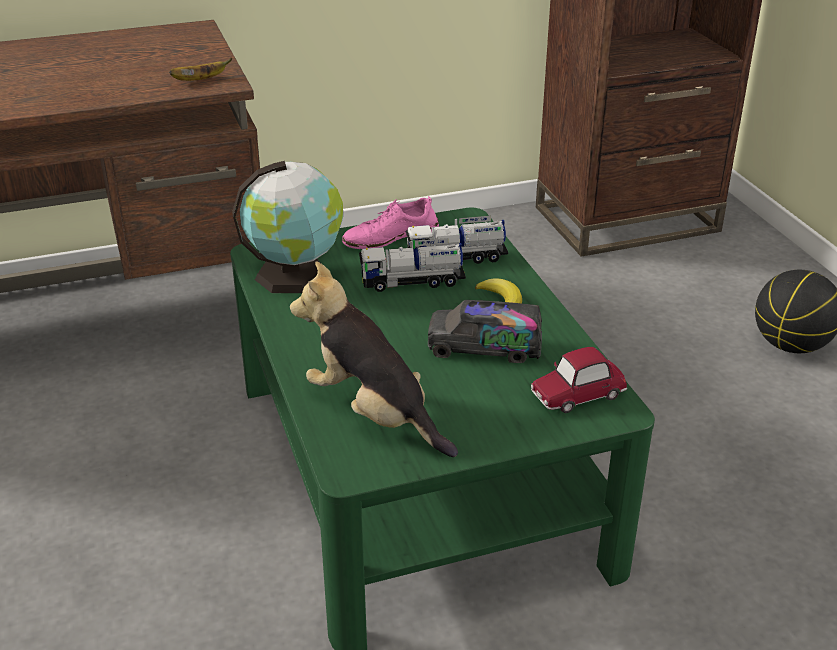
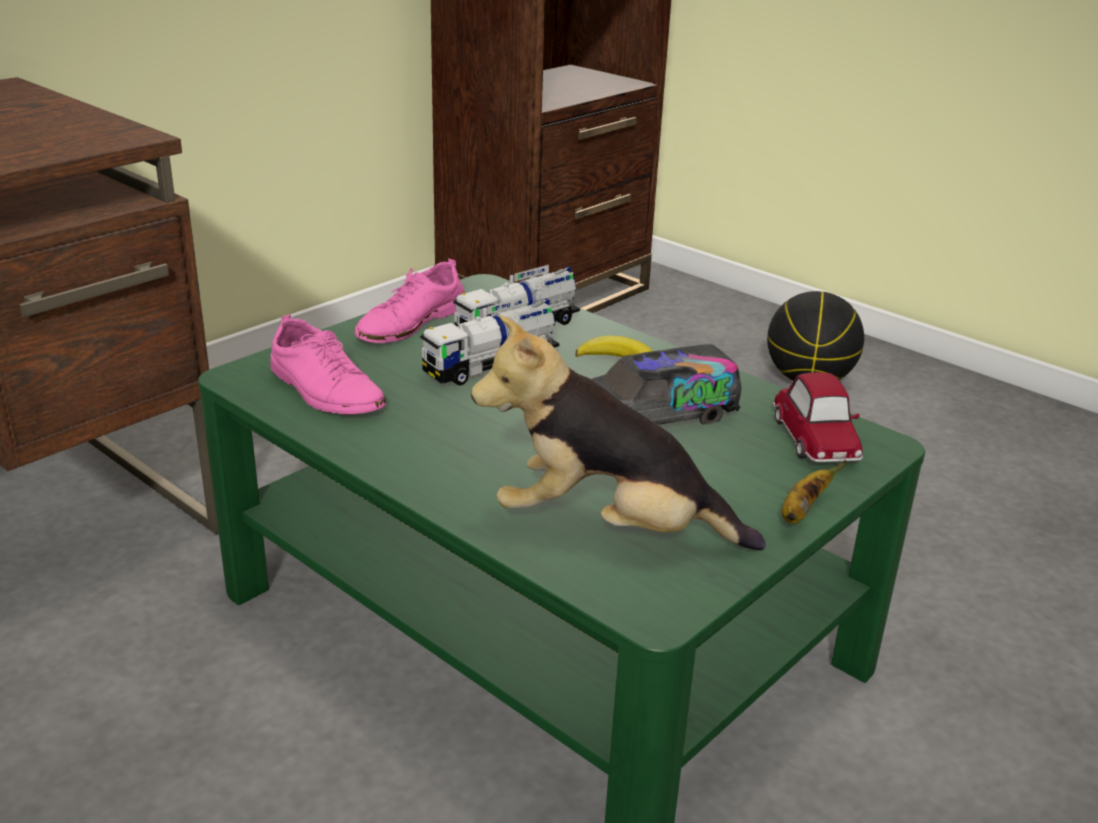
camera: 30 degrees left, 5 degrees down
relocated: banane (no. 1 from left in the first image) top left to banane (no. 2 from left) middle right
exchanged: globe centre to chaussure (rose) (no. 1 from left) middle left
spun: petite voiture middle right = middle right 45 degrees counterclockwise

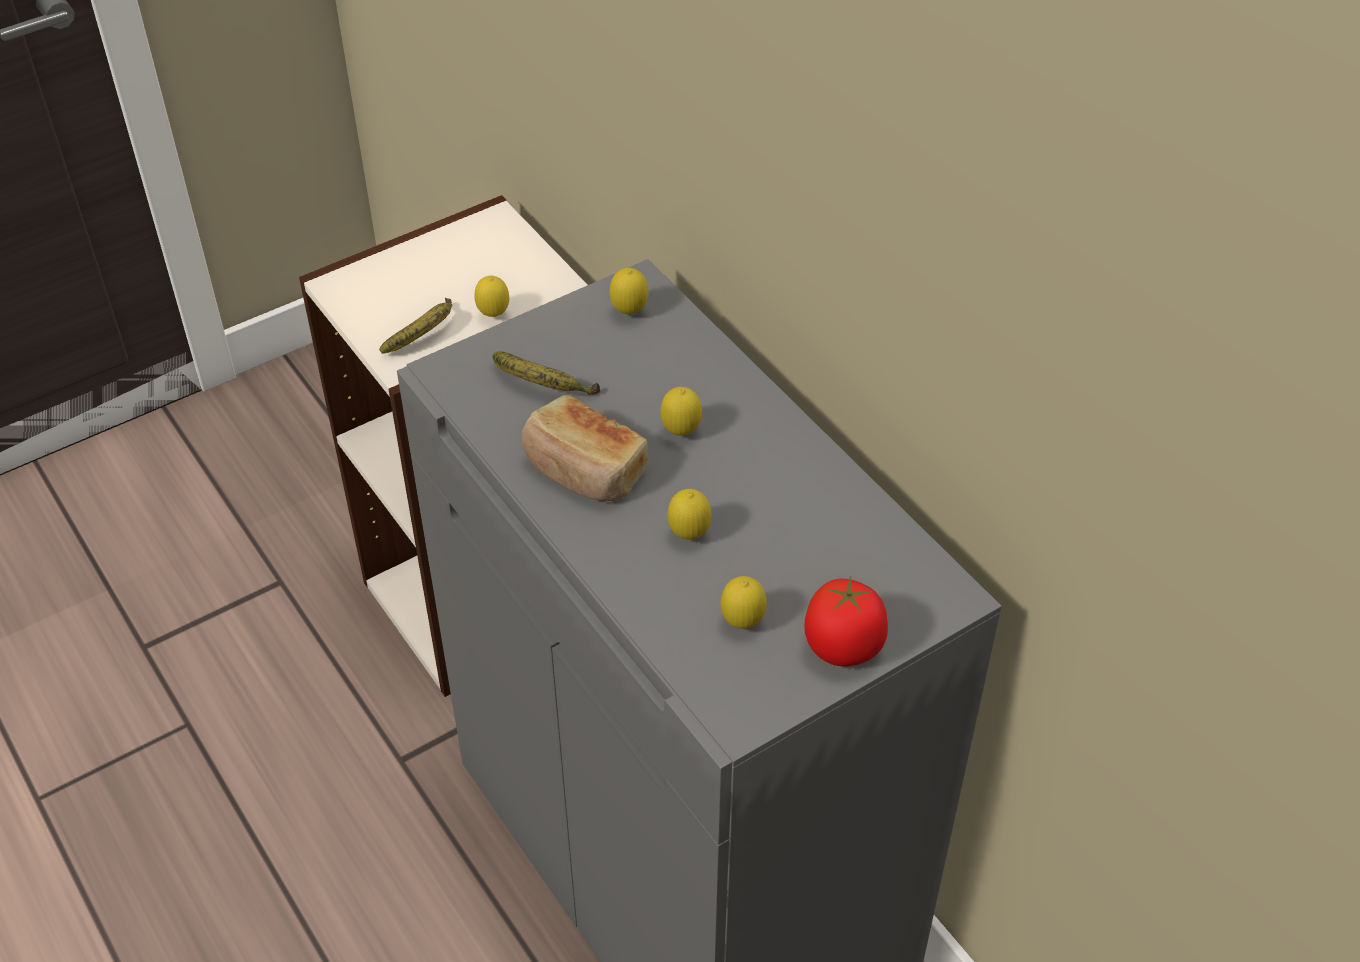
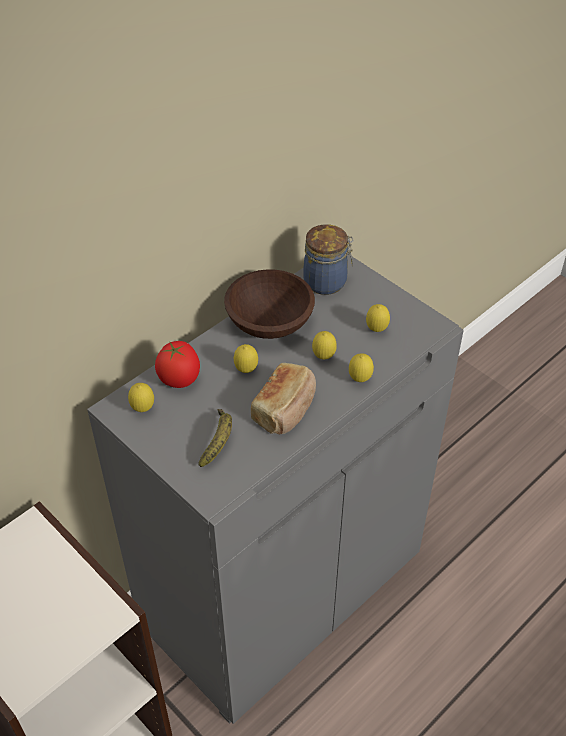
camera: 100 degrees left, 0 degrees up
missing: banane (no. 1 from left) middle left
appeared: bol (marron) centre; bocal centre
relocated: citron (no. 1 from left in the first image) top centre to citron (no. 4 from left) centre; tomate centre to middle left

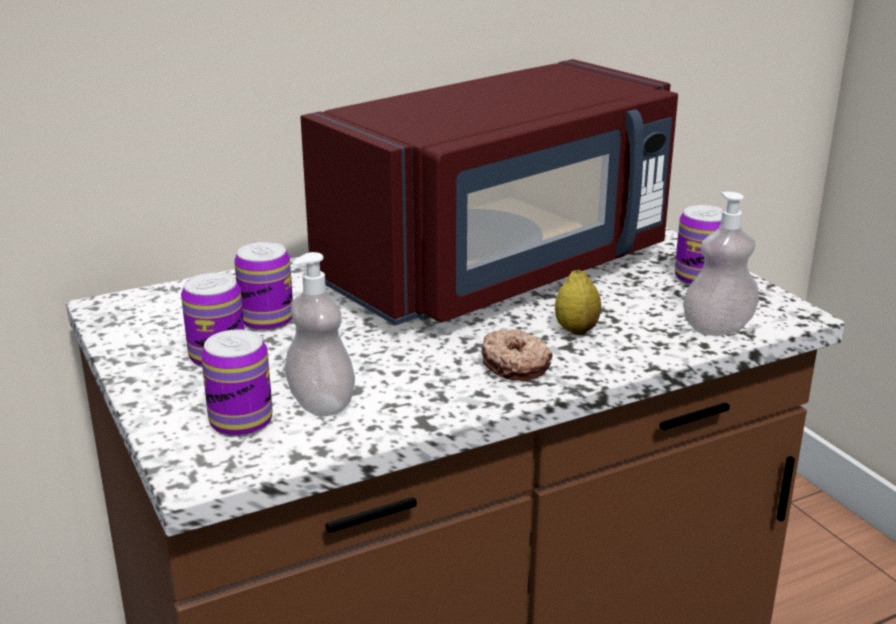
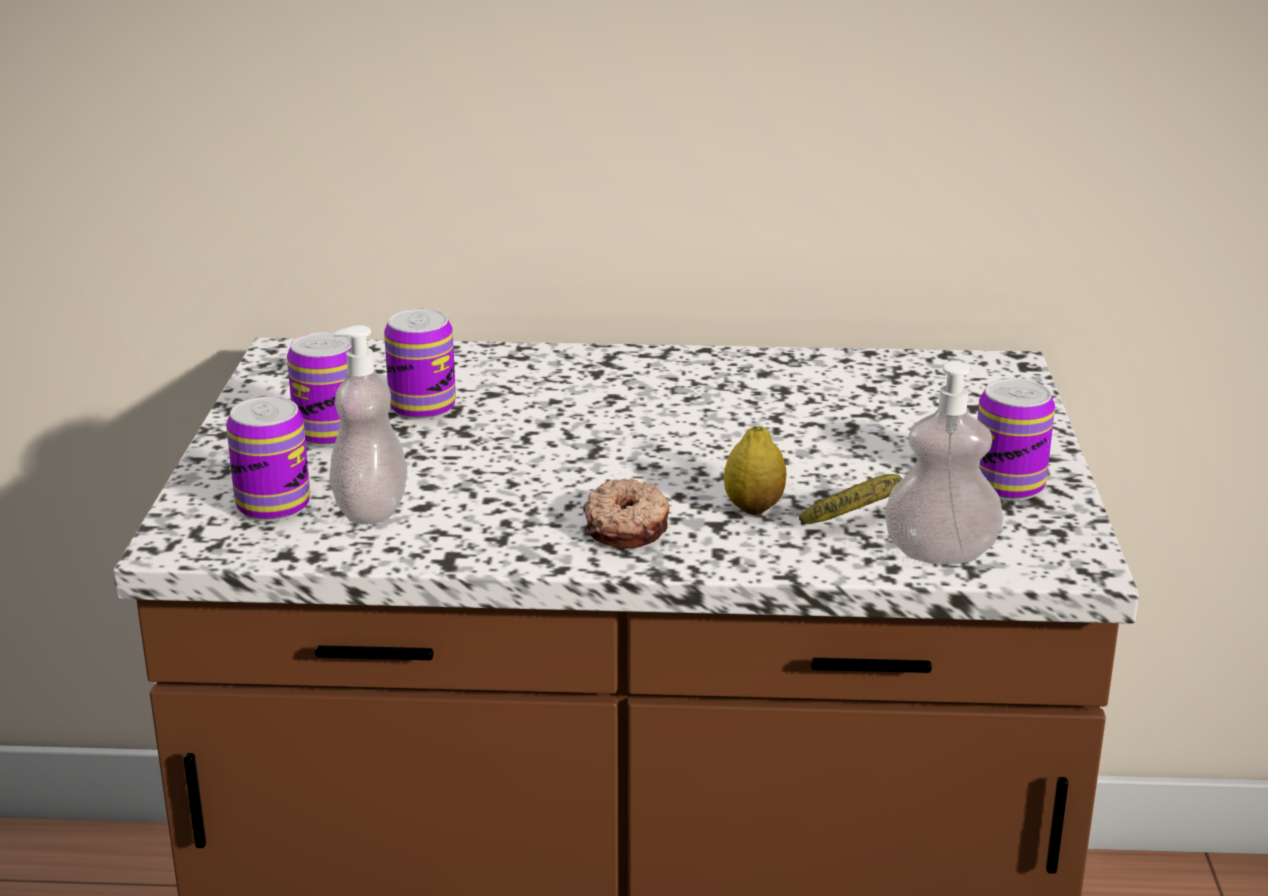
camera: 30 degrees right, 0 degrees up
missing: micro-ondes (rouge) top centre
appeared: banane middle right

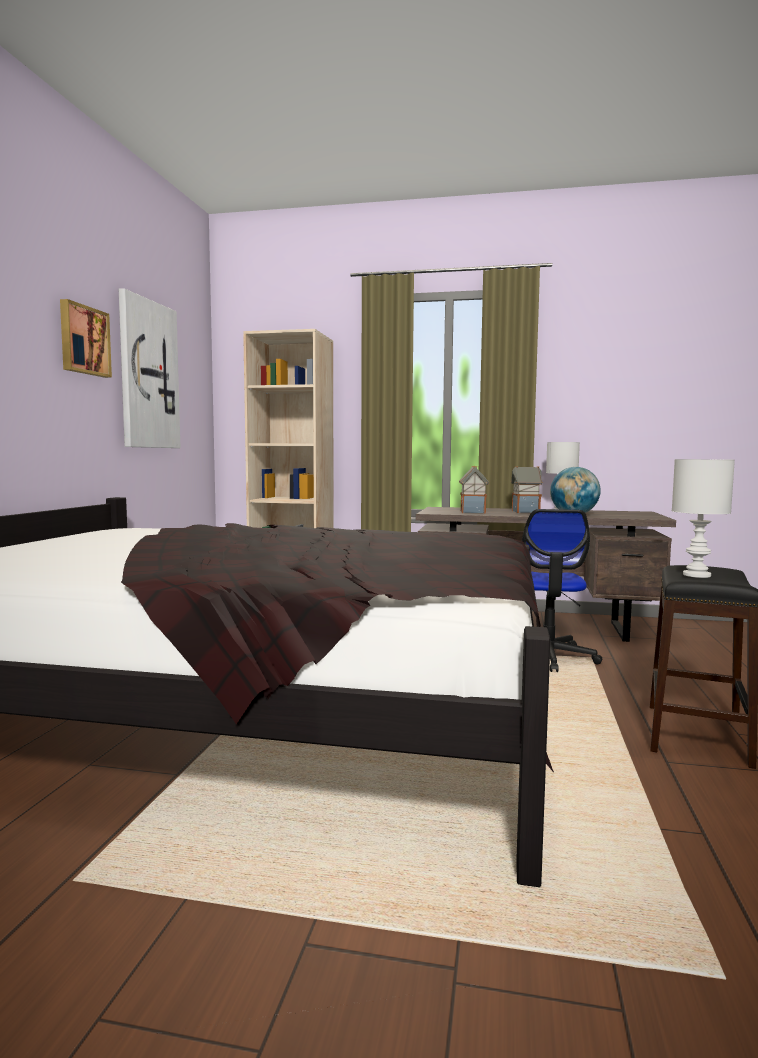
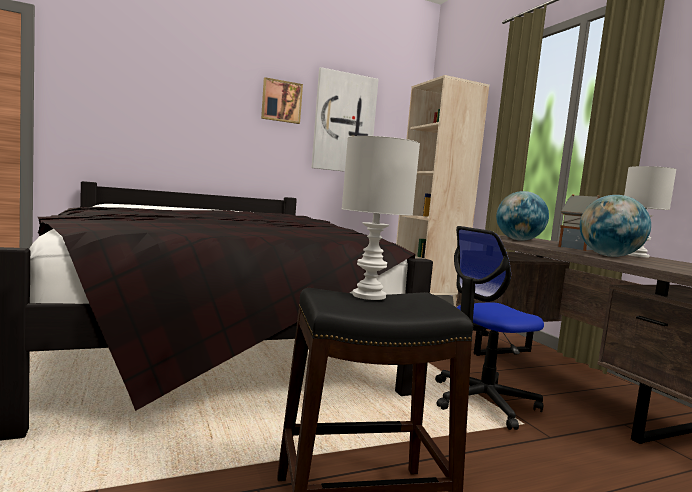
camera: 55 degrees right, 0 degrees up
exchanged: maison miniature (no. 1 from left) centre to globe (no. 1 from left) middle right

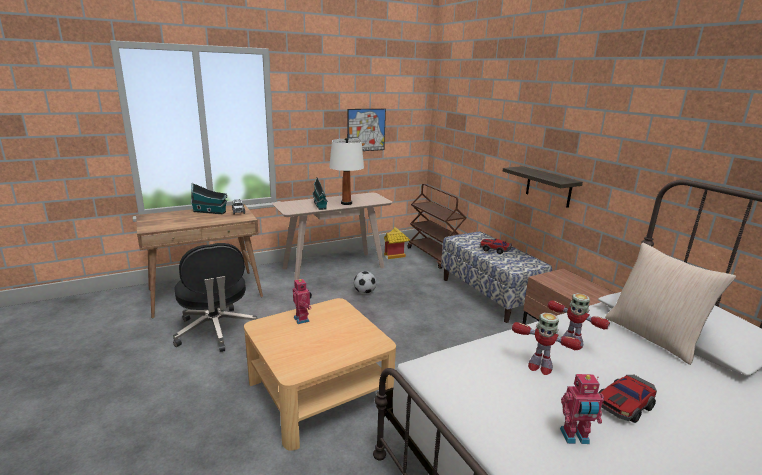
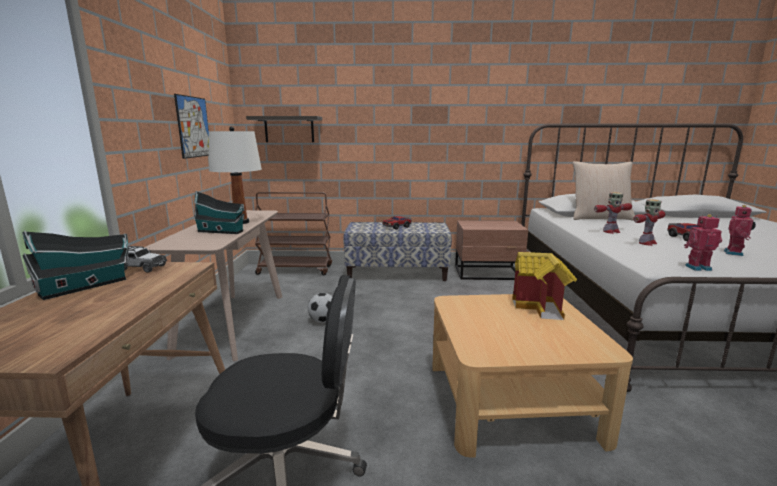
camera: 60 degrees left, 5 degrees down
relocated: robot jouet (no. 1 from left in the first image) centre to robot jouet (no. 3 from left) middle right; maison miniature (no. 3 from left) centre to middle right; étagère middle right to top centre

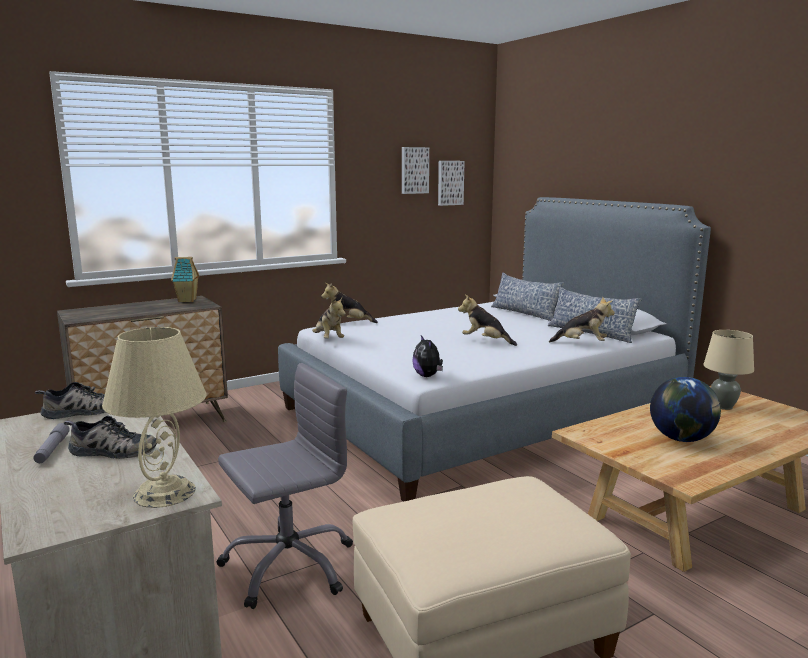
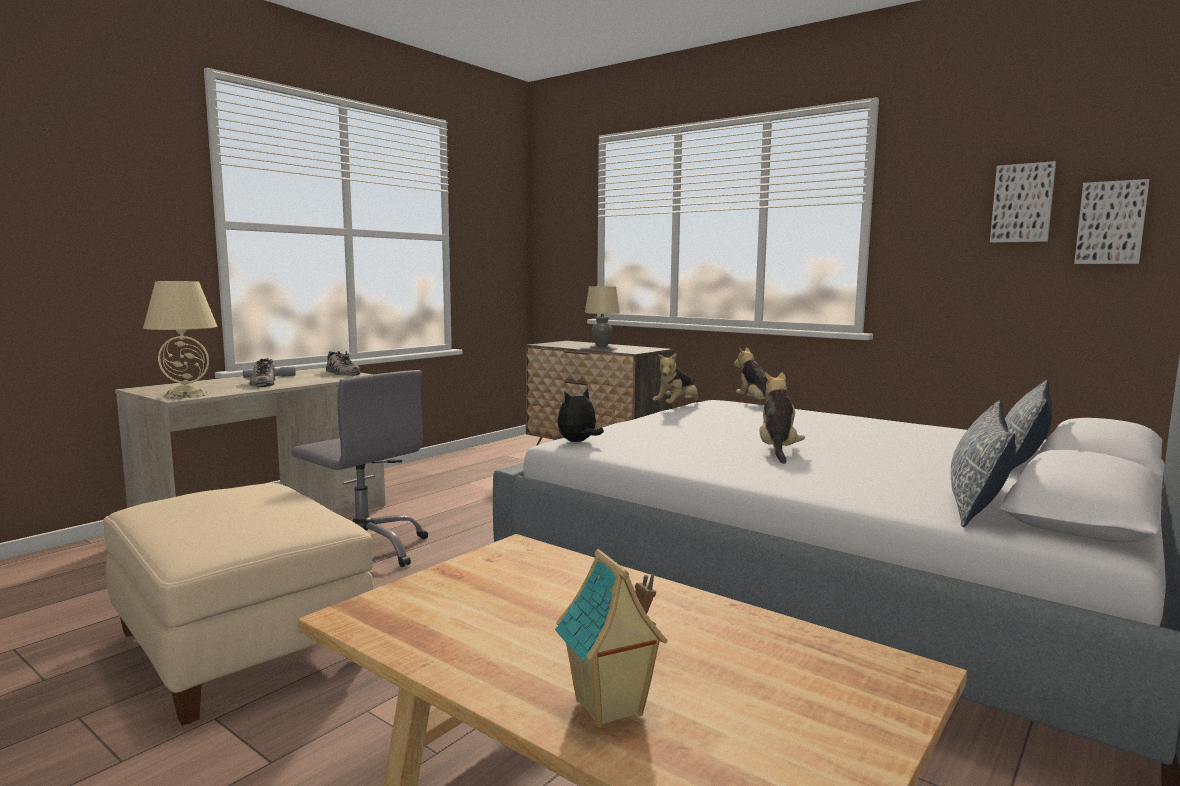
camera: 70 degrees right, 5 degrees down
missing: peluche (no. 5 from left) middle right; globe middle right
relocated: maison miniature middle left to bottom centre; lampe de table (beige) (no. 2 from left) middle right to centre

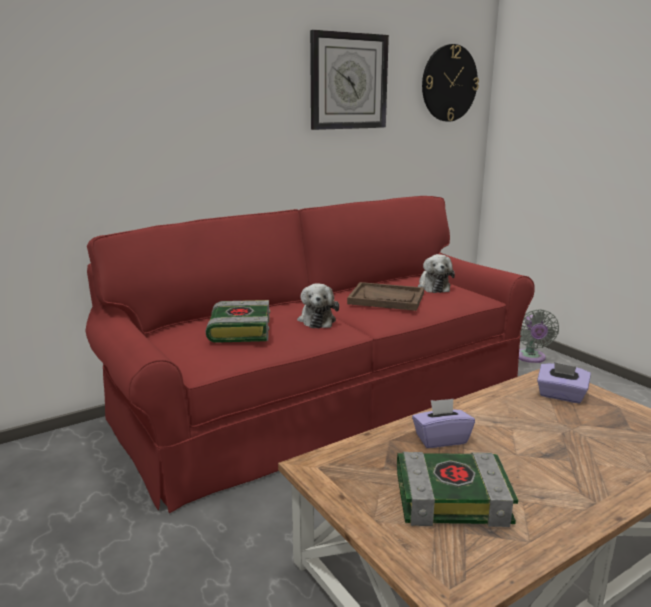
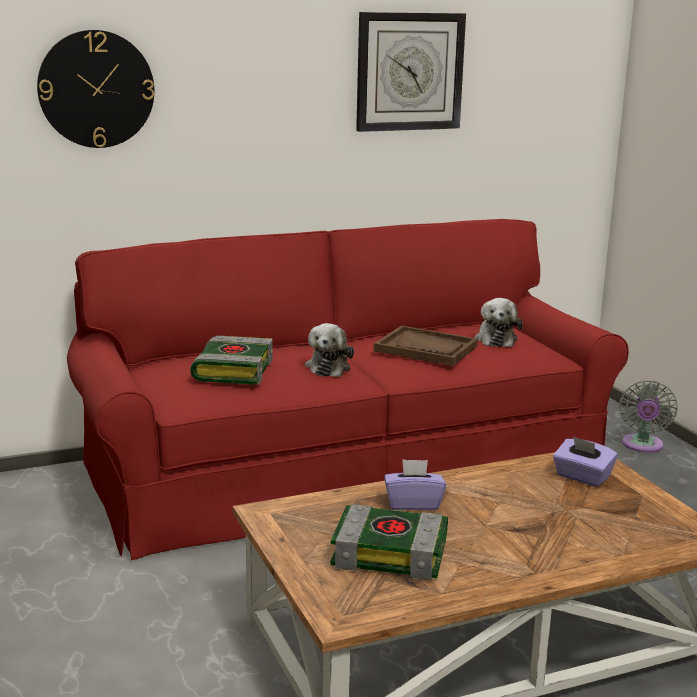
camera: 10 degrees right, 0 degrees up
relocated: horloge murale (no. 2 from left in the first image) top right to horloge murale (no. 1 from left) top left

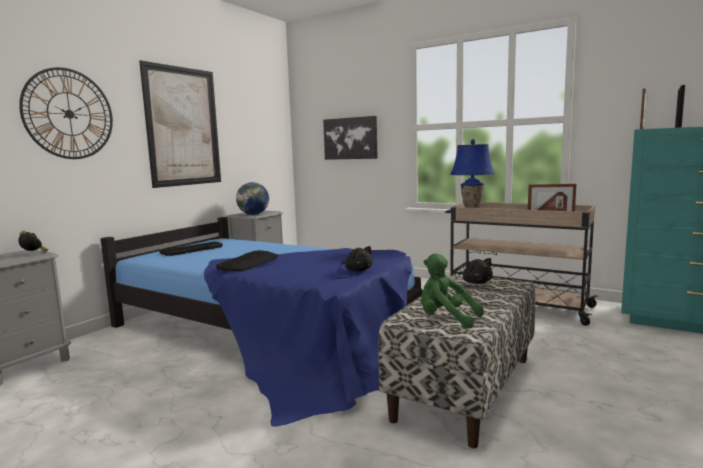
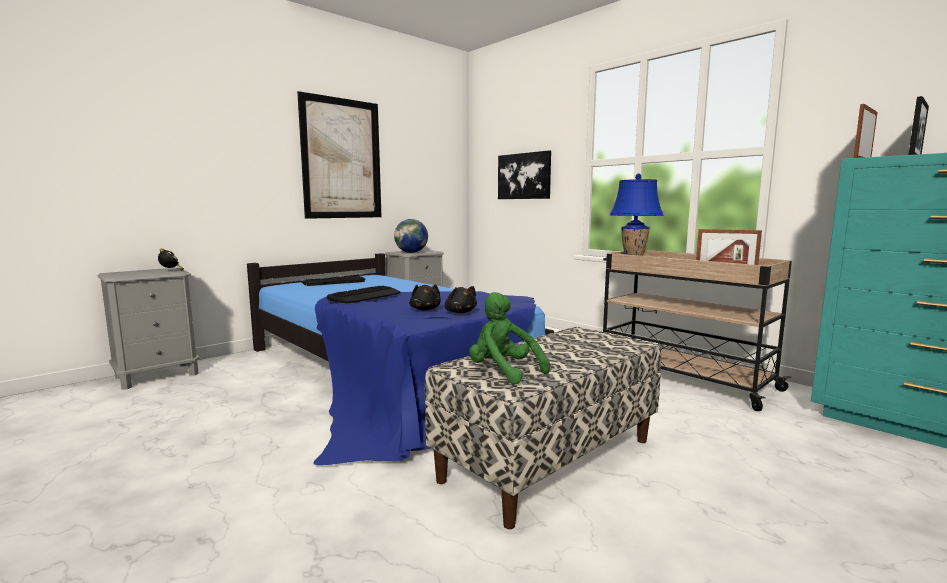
camera: 15 degrees right, 0 degrees up
missing: horloge murale top left
relocated: peluche (noir) (no. 2 from left in the first image) middle right to peluche (noir) (no. 1 from left) centre

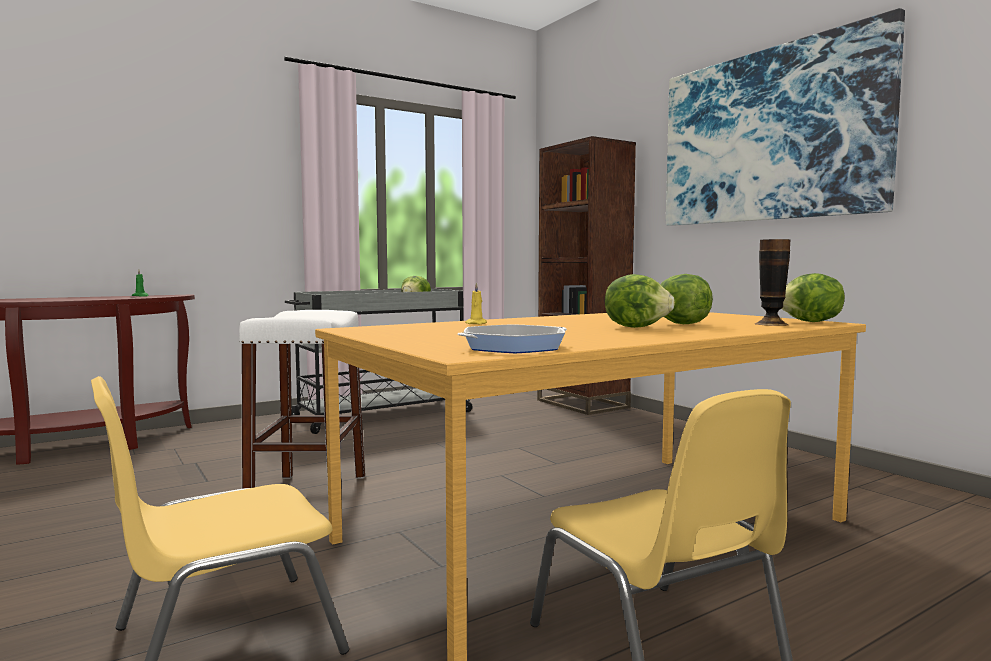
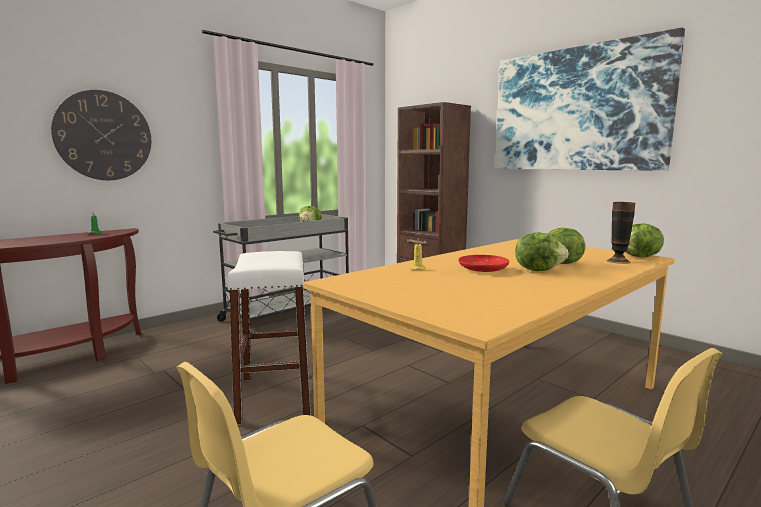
camera: 10 degrees left, 5 degrees up
missing: poêle centre
appeared: horloge murale top left; assiette (rouge) centre

